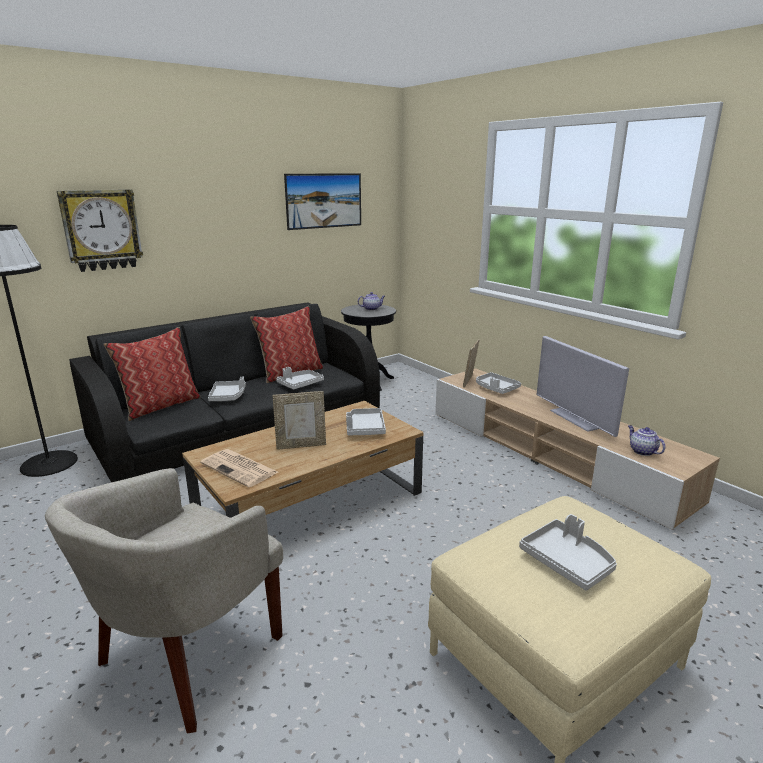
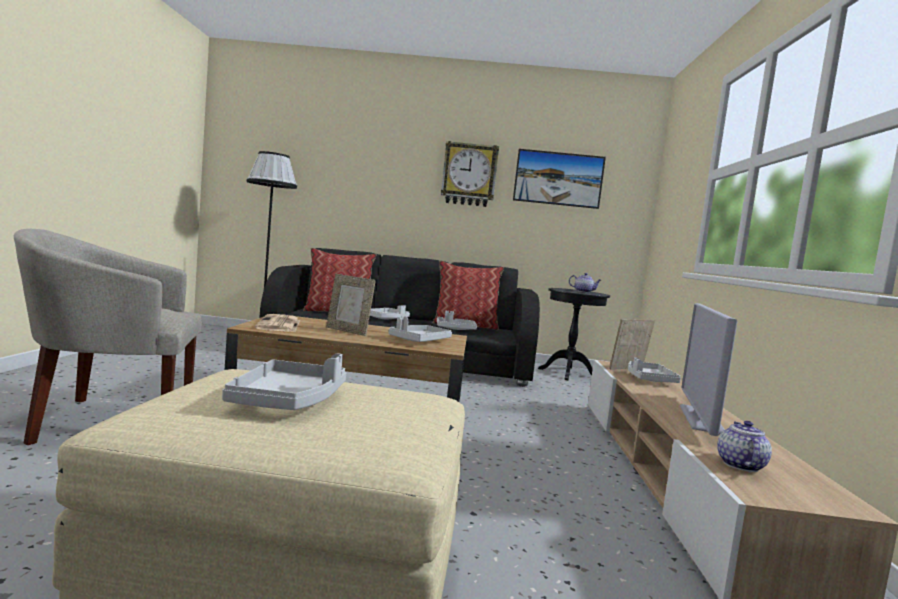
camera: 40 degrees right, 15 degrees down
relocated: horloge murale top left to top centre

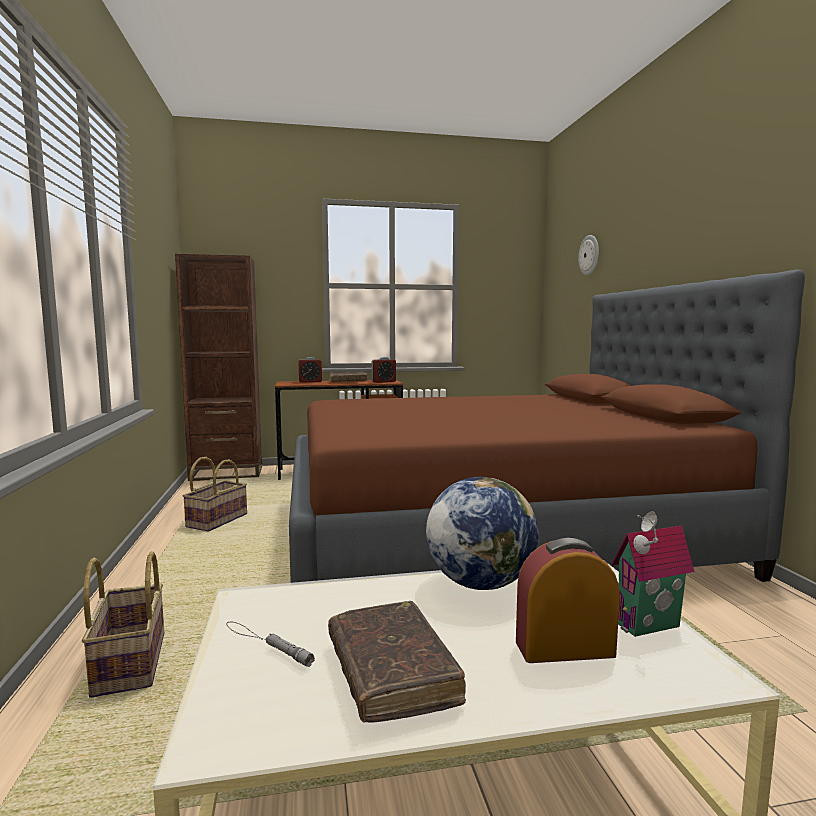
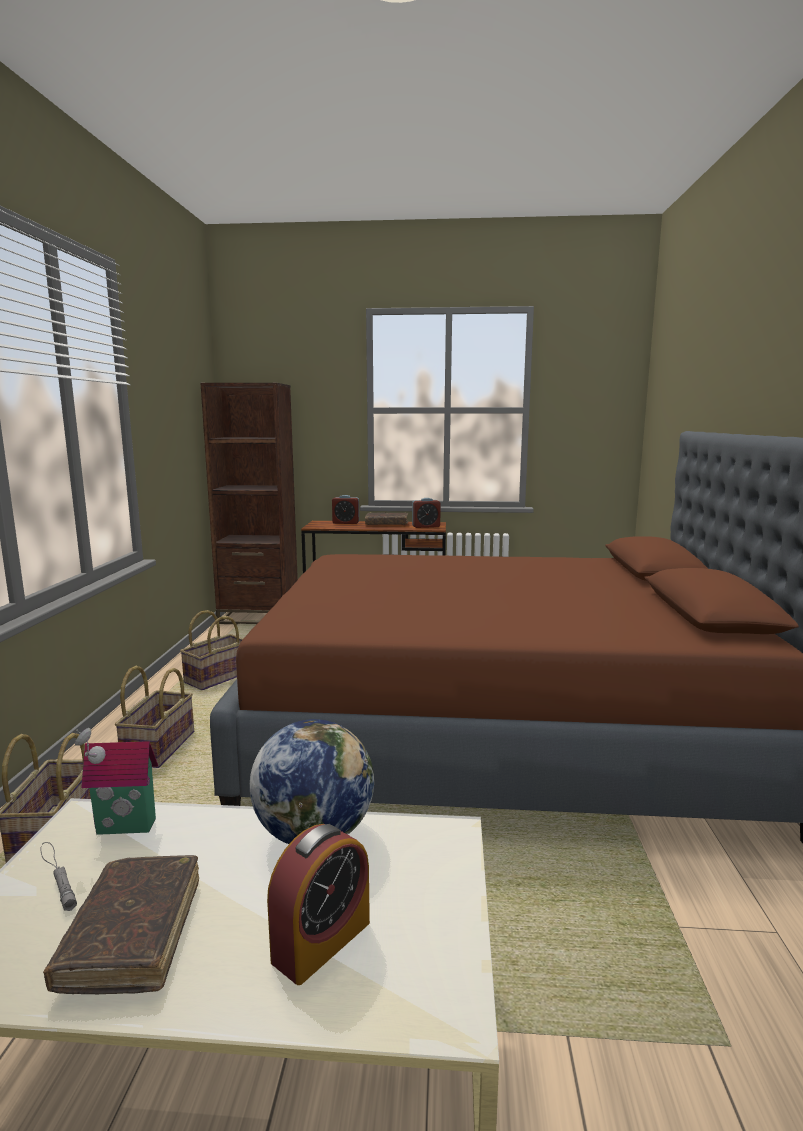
camera: 15 degrees right, 5 degrees up
missing: horloge murale top right
appeared: panier (no. 2 from left) middle left
relocated: maison miniature bottom right to bottom left
spun: réveil (no. 3 from left in the first image) bottom right = bottom centre 120 degrees clockwise

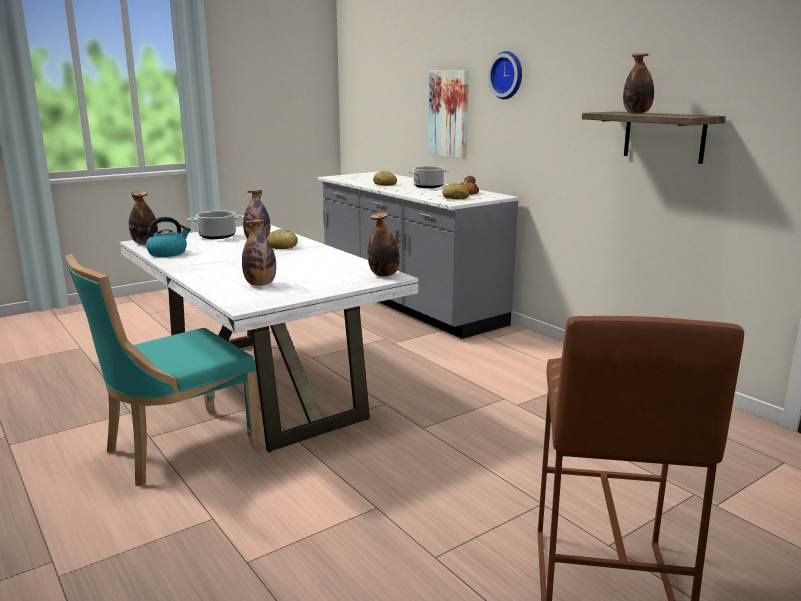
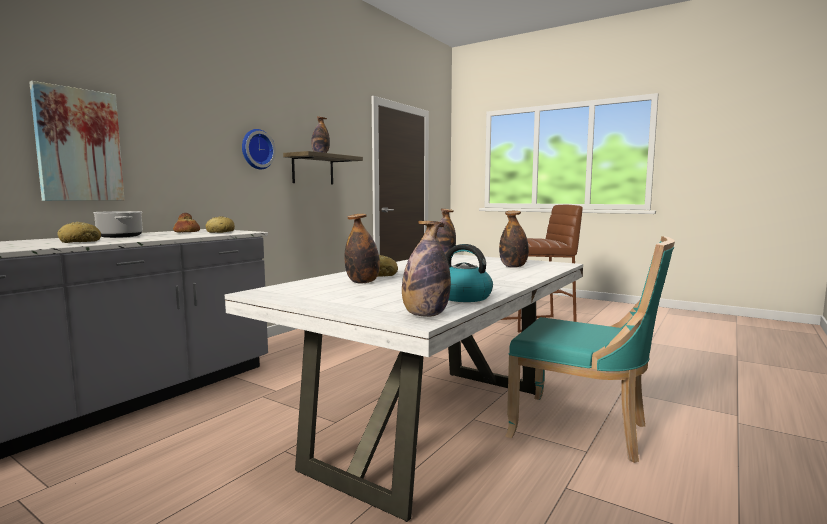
camera: 110 degrees left, 10 degrees down
missing: marmite (no. 1 from left) middle left
relocated: horloge murale top centre to top left

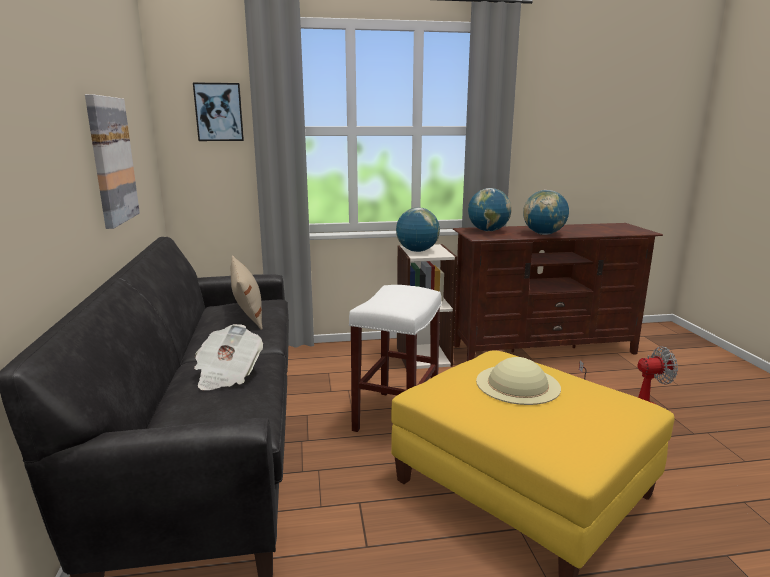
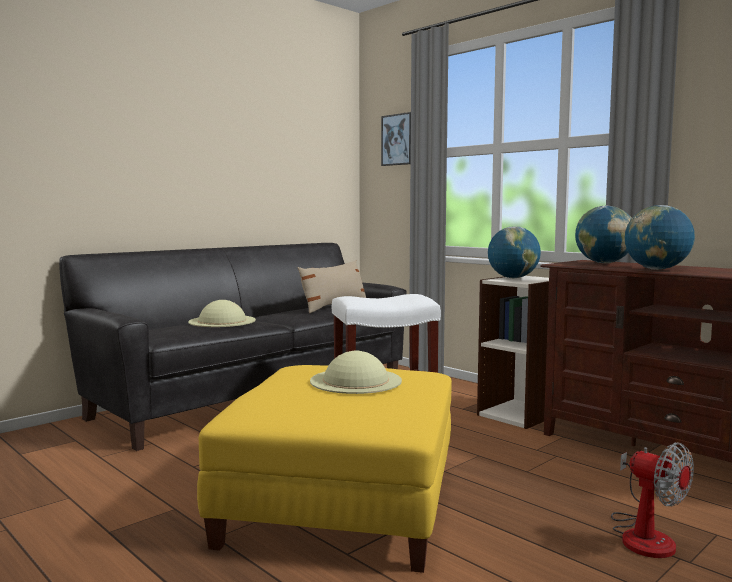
camera: 55 degrees right, 10 degrees down
missing: tableau (no. 1 from left) top left
exchanged: journal middle left to chapeau (beige) (no. 1 from left) middle left

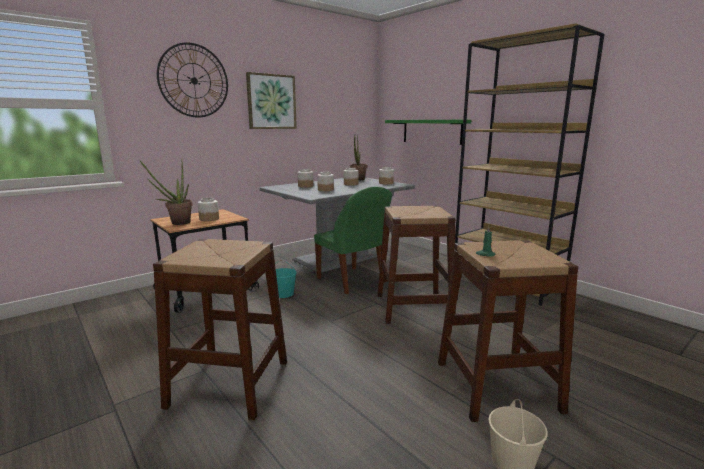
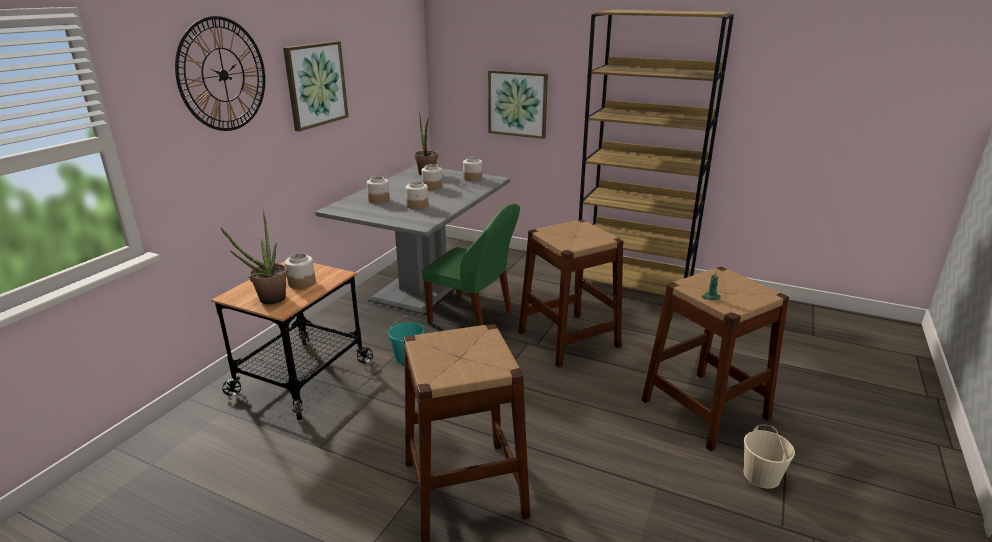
camera: 25 degrees left, 10 degrees up
exchanged: étagère (vert) top centre to tableau (no. 2 from left) top centre

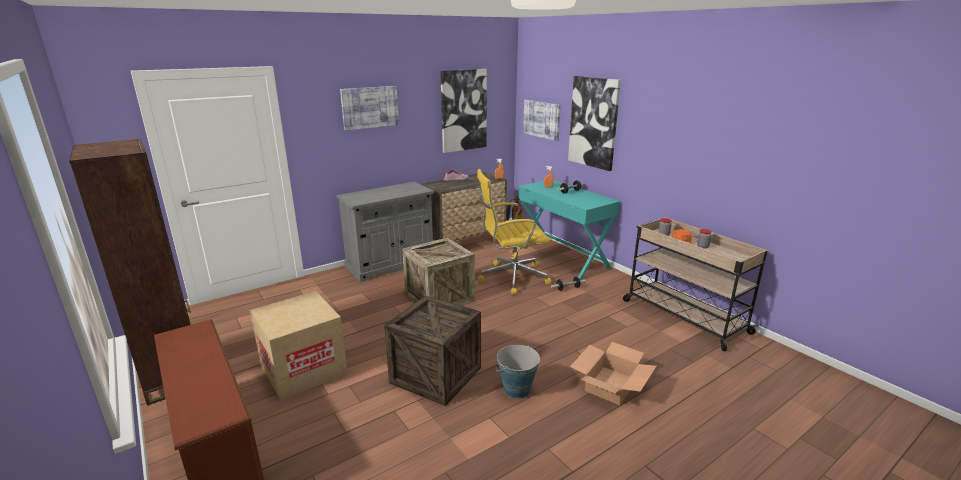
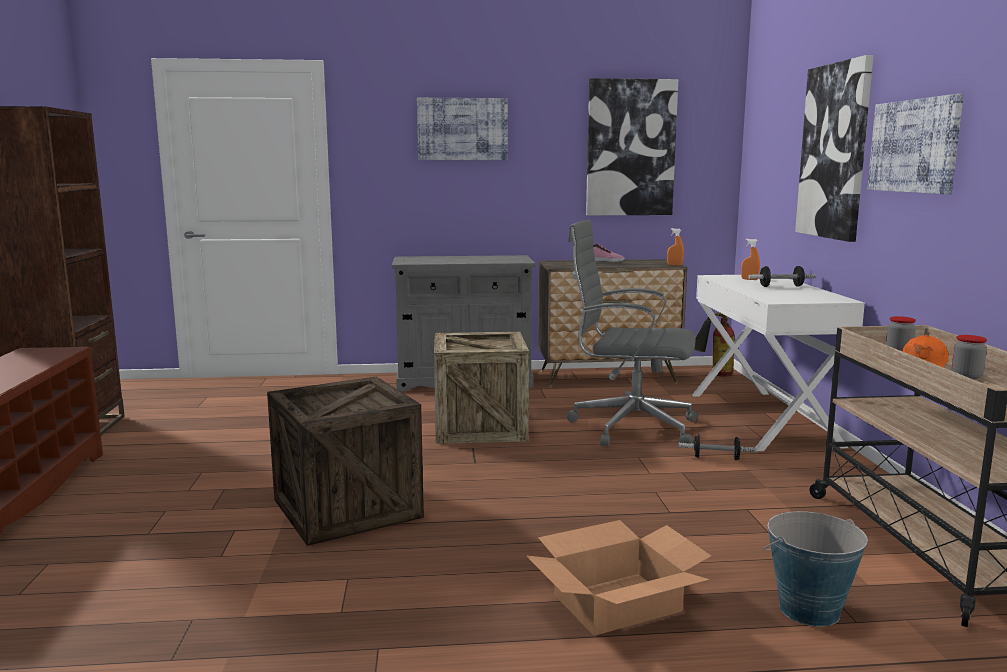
camera: 30 degrees right, 10 degrees down
missing: carton (no. 1 from left) bottom left
relocated: seau bottom centre to bottom right; tableau (no. 3 from left in the first image) top centre to tableau (no. 4 from left) top right
colour: chaise de bureau (jaune) centre to chaise de bureau (gris) centre; bureau (turquoise) centre to bureau (blanc) middle right

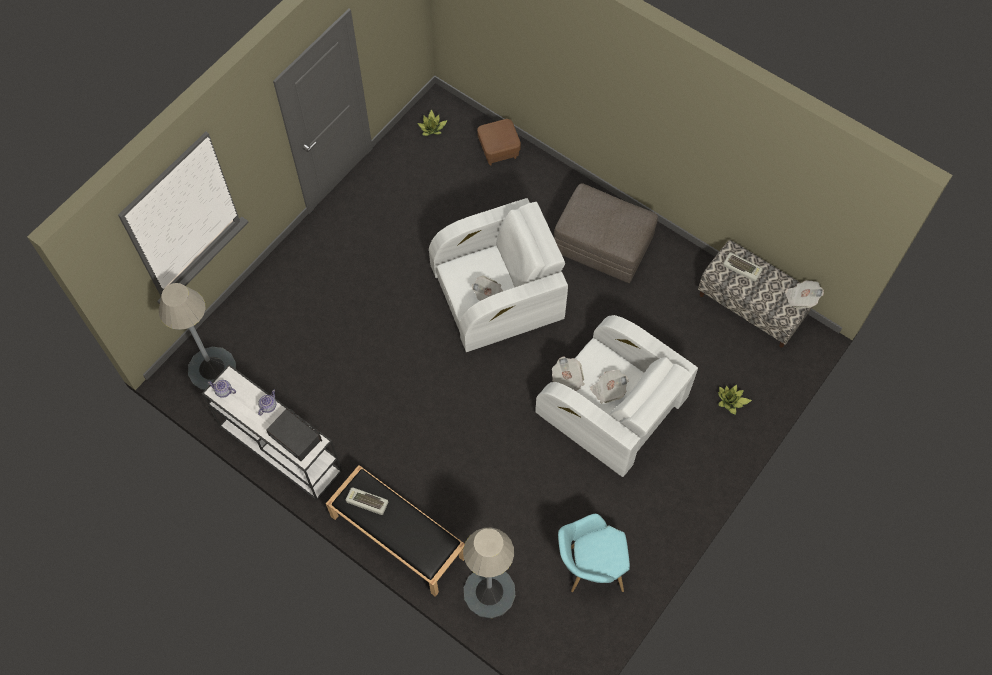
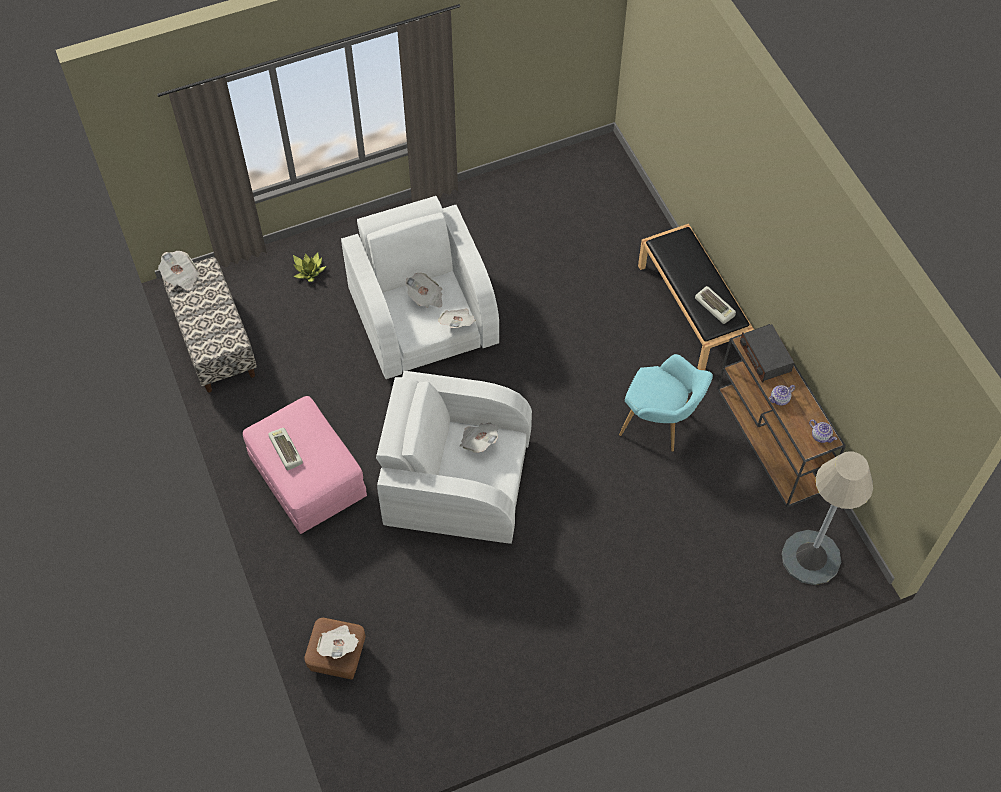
camera: 150 degrees left, 5 degrees down
missing: plante en pot (no. 1 from left) top centre; lampadaire (gris) (no. 2 from left) bottom centre
appeared: journal (no. 2 from left) bottom centre
relocated: fauteuil (turquoise) bottom centre to centre; clavier (no. 2 from left in the first image) middle right to clavier (no. 1 from left) middle left
colour: table console (blanc) middle left to table console (marron) middle right; pouf (gris) centre to pouf (rose) middle left

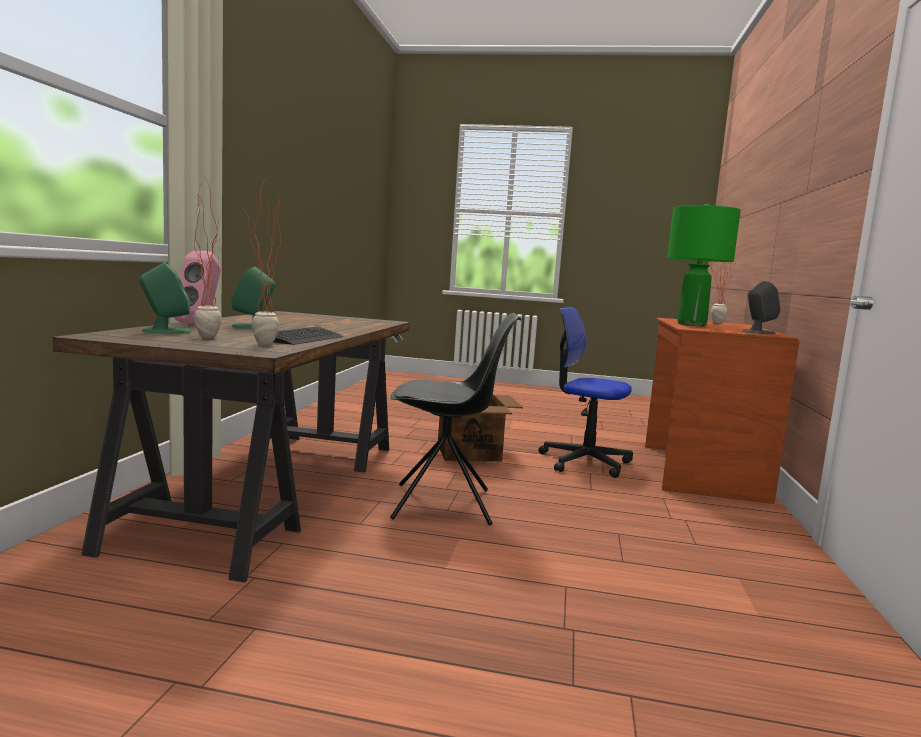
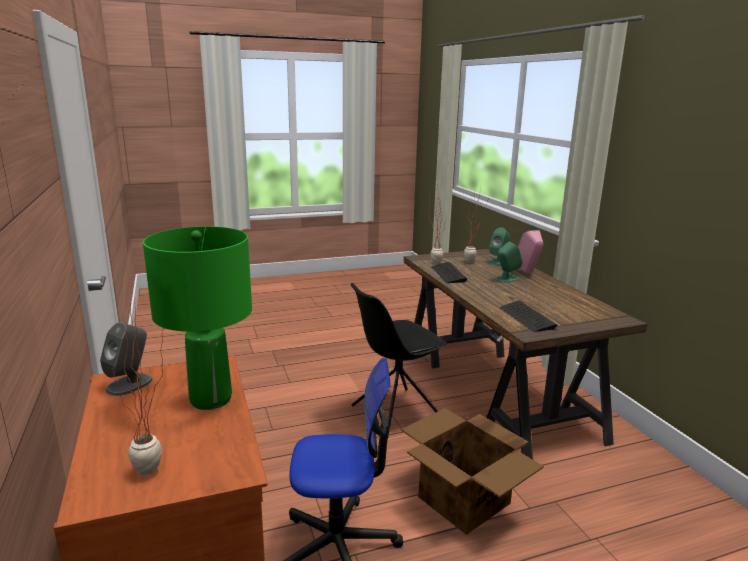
camera: 150 degrees right, 10 degrees up
appeared: clavier (no. 2 from left) middle right

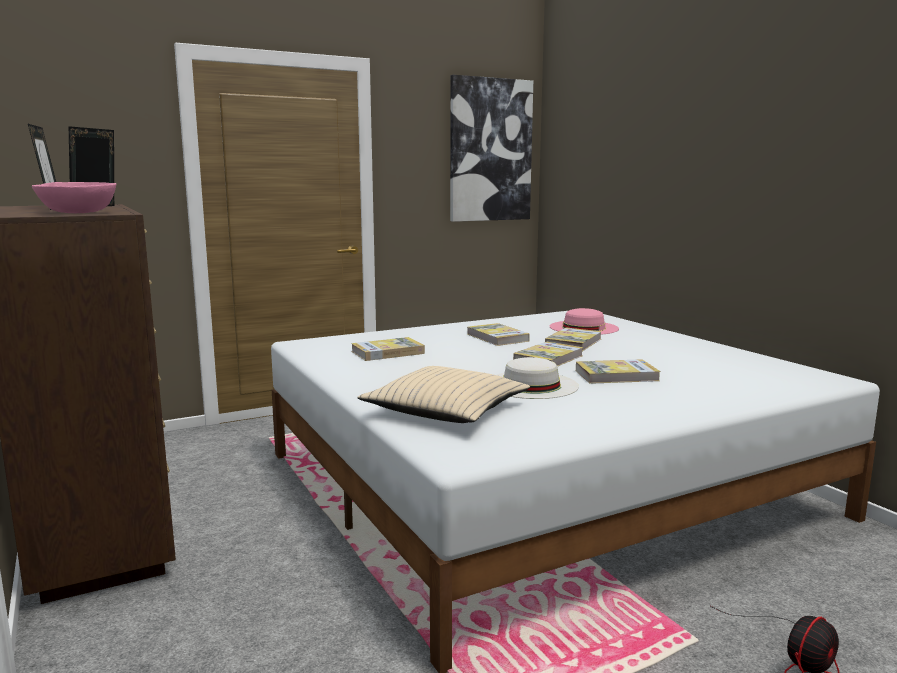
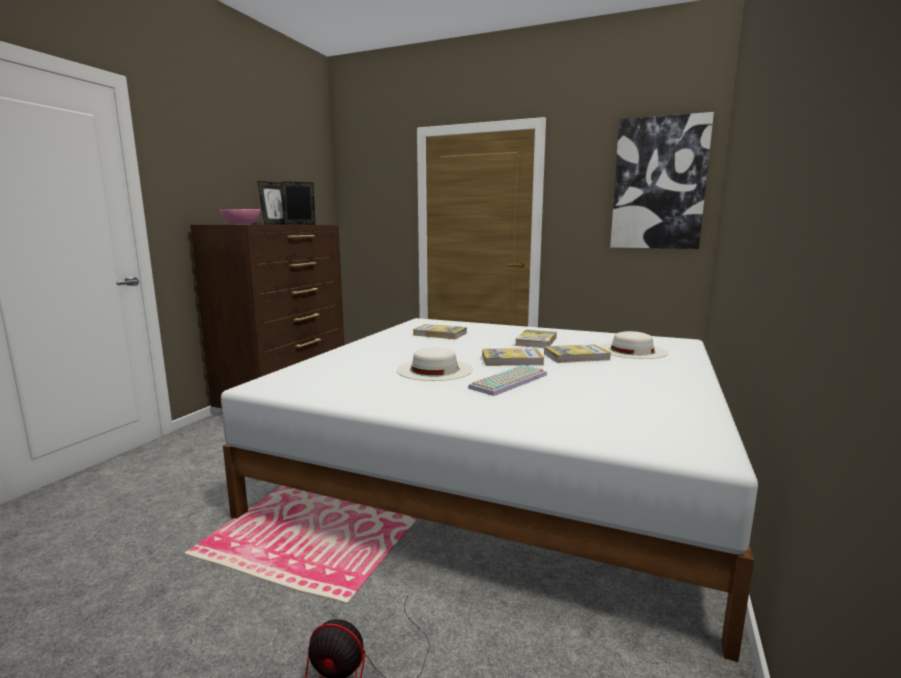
camera: 50 degrees right, 0 degrees up
missing: coussin (beige) centre
exchanged: livre (no. 5 from left) middle right to clavier centre
colour: chapeau (rose) centre to chapeau (blanc) (no. 2 from left) middle right

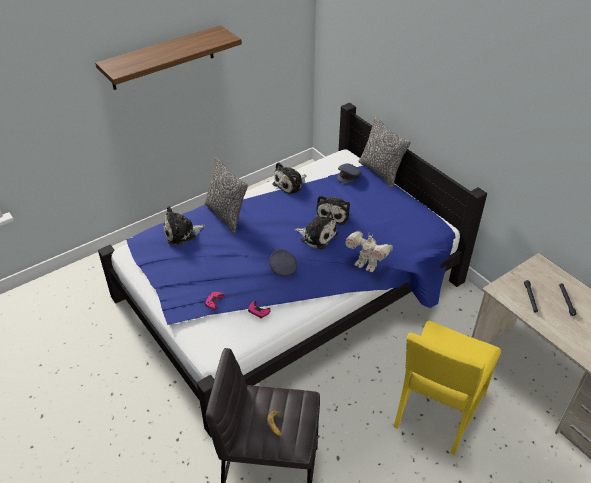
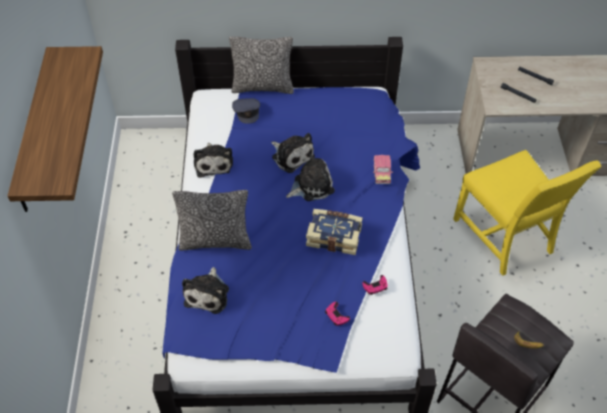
camera: 55 degrees left, 10 degrees up
exchanged: casquette (gris) (no. 1 from left) centre to livre centre; robot jouet centre to petite voiture centre

